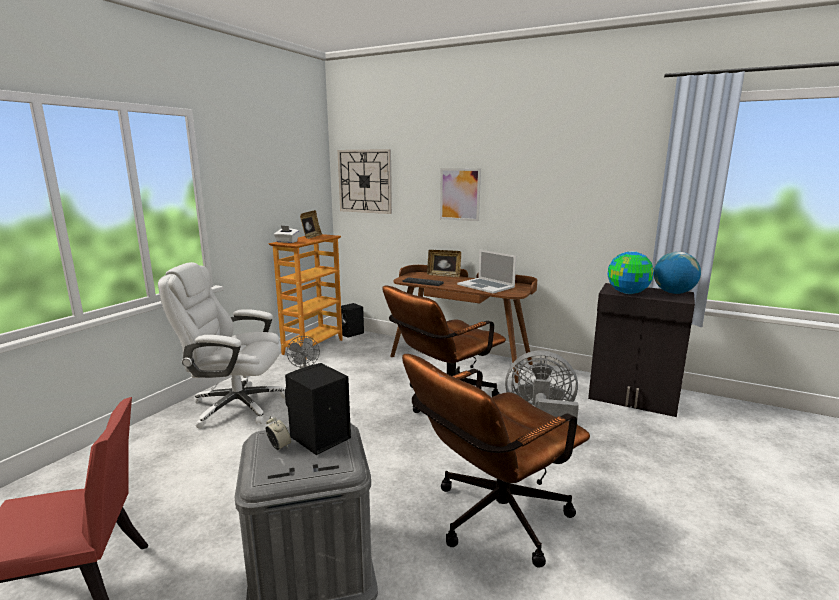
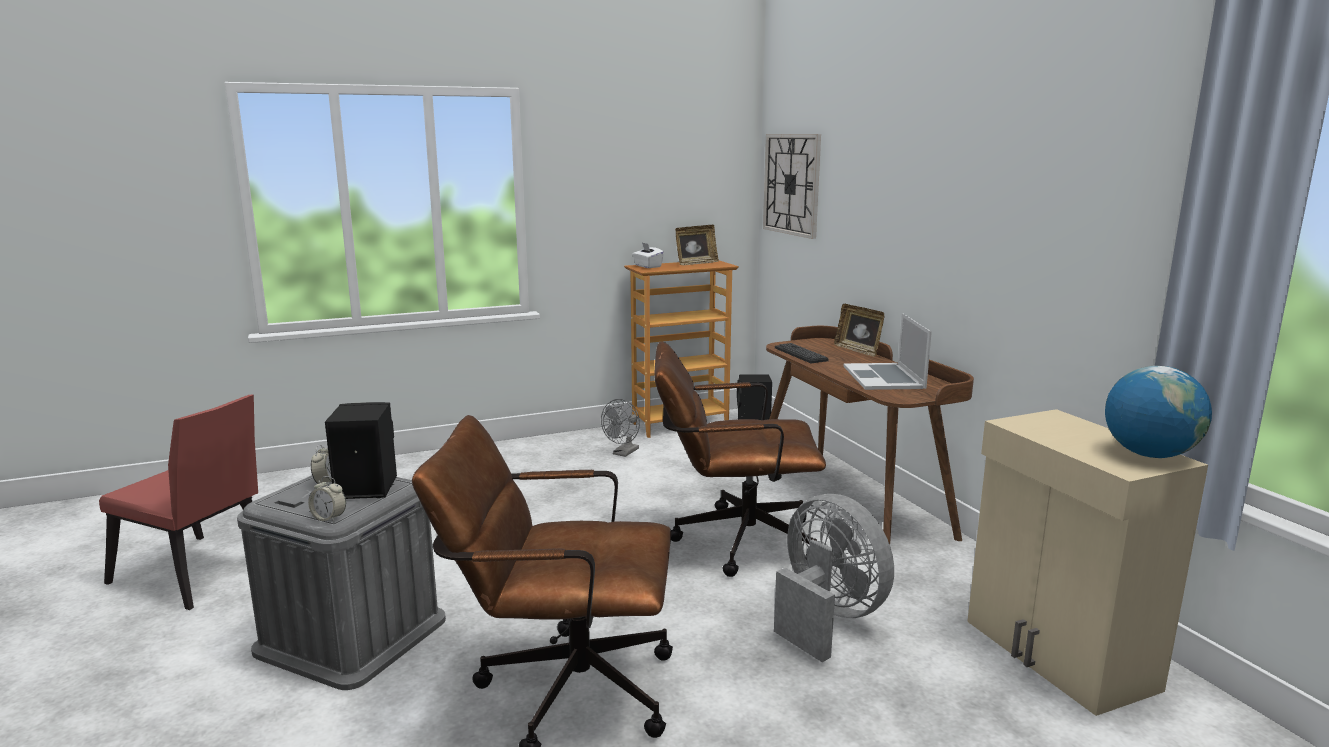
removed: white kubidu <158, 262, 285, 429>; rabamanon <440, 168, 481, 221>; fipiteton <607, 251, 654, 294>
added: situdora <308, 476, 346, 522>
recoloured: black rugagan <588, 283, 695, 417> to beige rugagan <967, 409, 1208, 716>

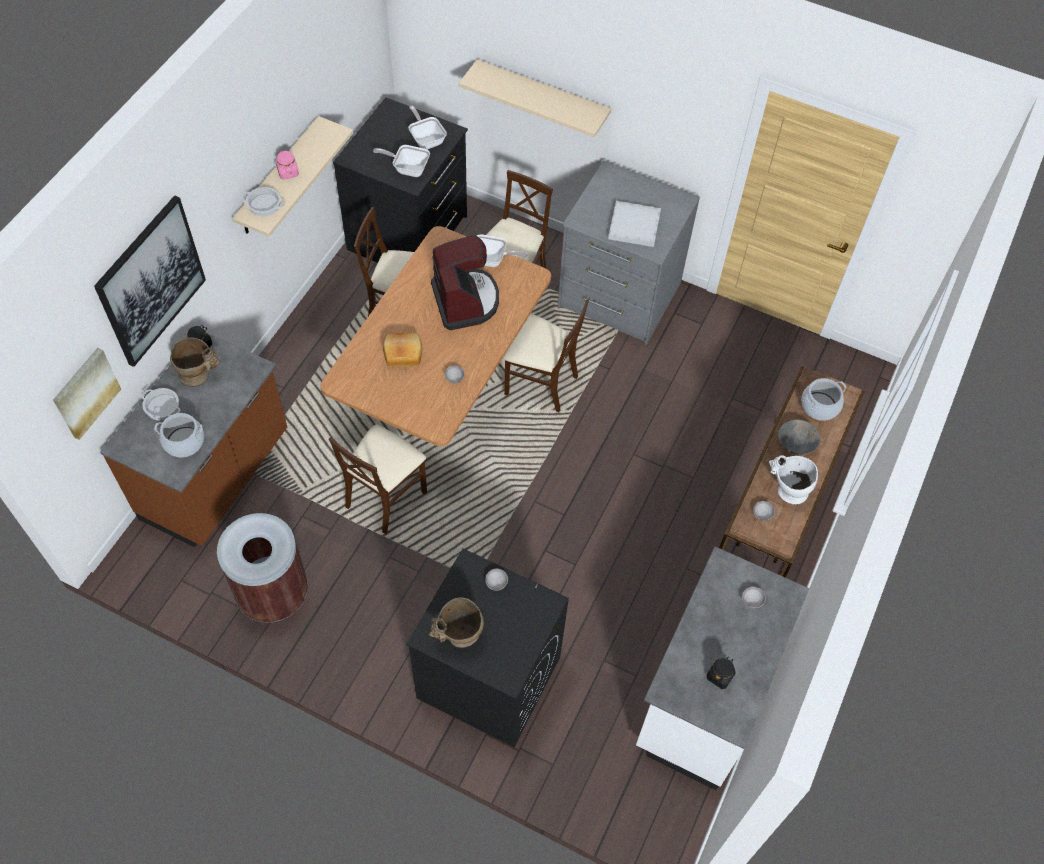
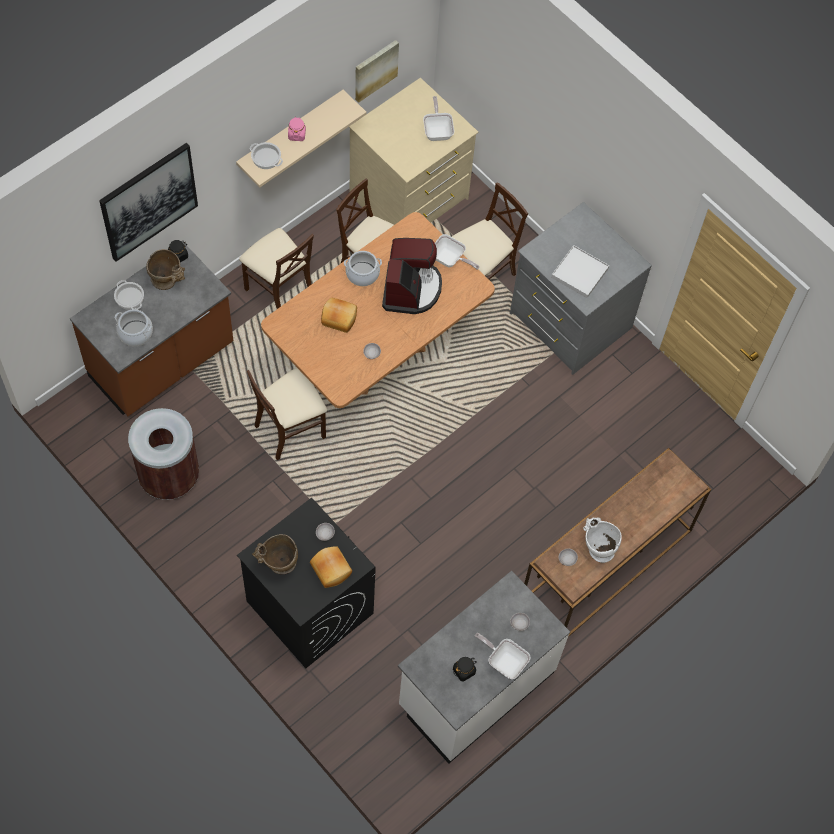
removed: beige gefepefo <459, 59, 611, 137>; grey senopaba <778, 419, 821, 455>
added: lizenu <310, 546, 352, 588>
moved: rabamanon <53, 348, 121, 440> to <355, 40, 399, 103>; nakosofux <373, 145, 430, 177> to <475, 633, 530, 679>; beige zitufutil <503, 299, 589, 412> to <239, 228, 314, 309>; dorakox <801, 378, 847, 421> to <344, 251, 382, 286>
recoloured: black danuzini <333, 97, 468, 263> to beige danuzini <349, 78, 478, 225>

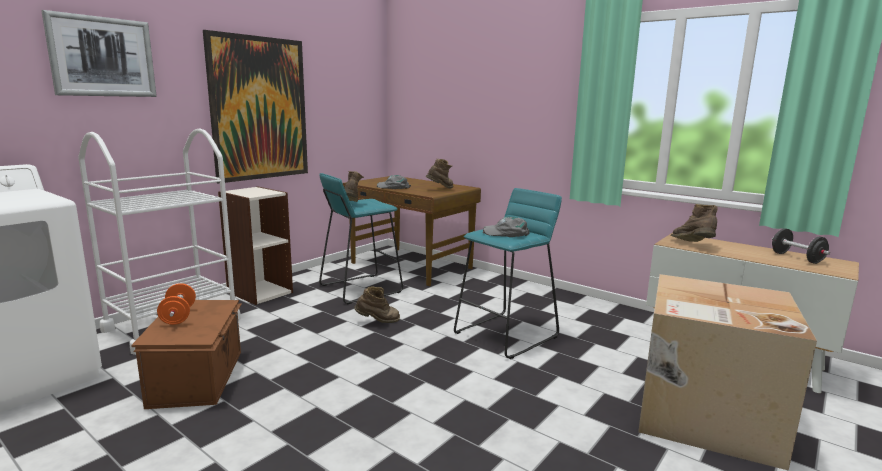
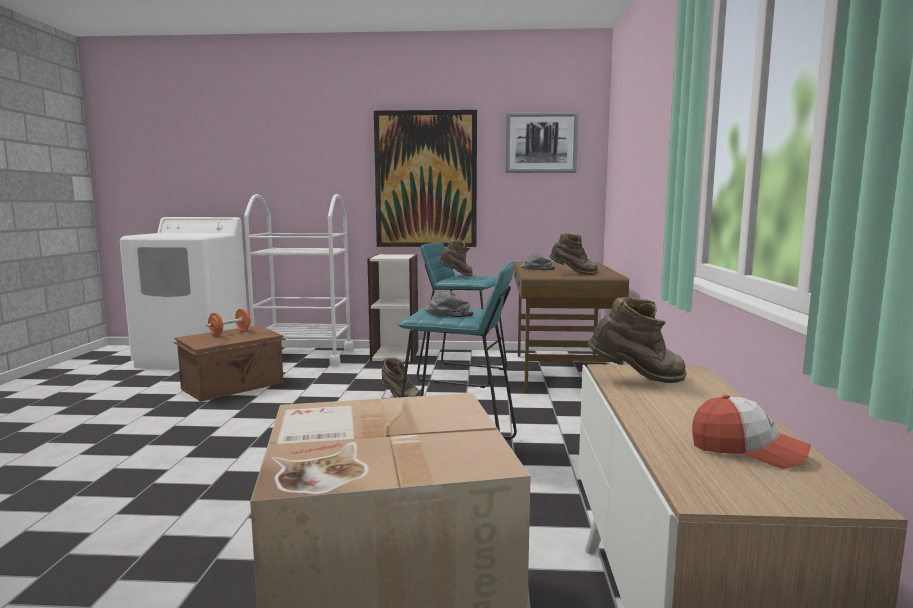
moved: rabamanon <41, 10, 157, 97> to <506, 112, 579, 173>
replaced: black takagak <772, 228, 830, 264> to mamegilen <692, 395, 811, 468>
turned: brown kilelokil <671, 204, 718, 242> = <587, 297, 687, 383> 45 degrees clockwise

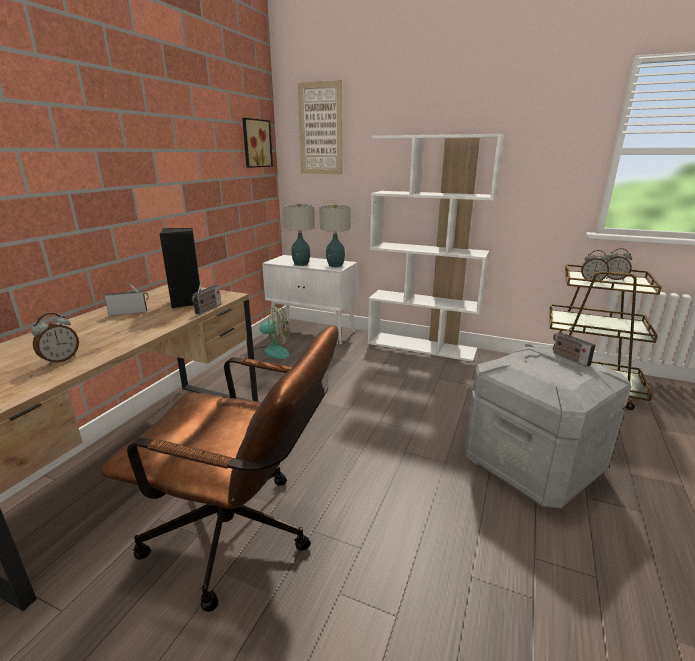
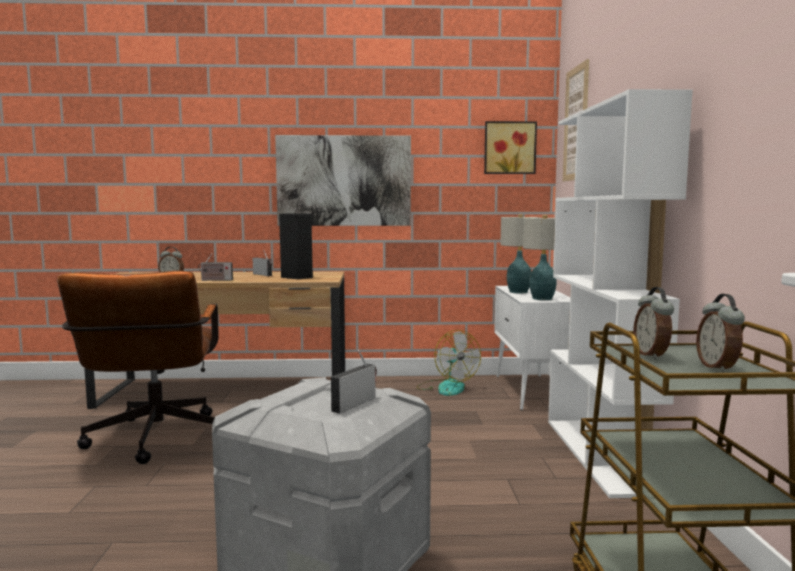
added: rabamanon <275, 135, 411, 226>
moved: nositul <192, 280, 222, 314> to <198, 253, 233, 281>

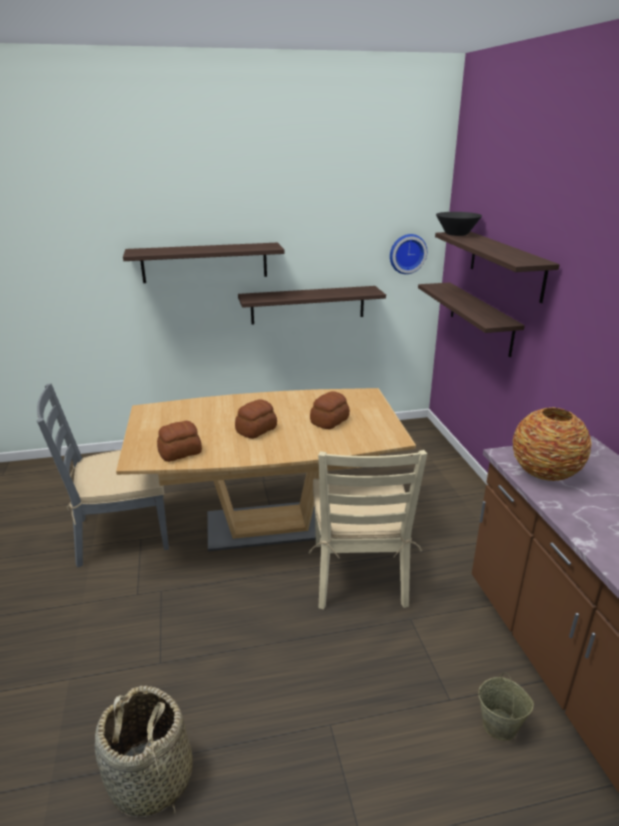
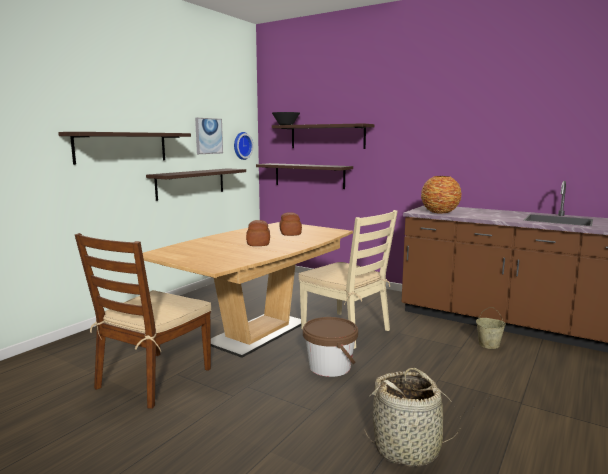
removed: lizenu <157, 421, 202, 462>
added: rabamanon <195, 118, 223, 154>; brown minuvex <303, 317, 358, 377>
recoloured: grey zitufutil <37, 383, 169, 568> to brown zitufutil <75, 233, 211, 409>

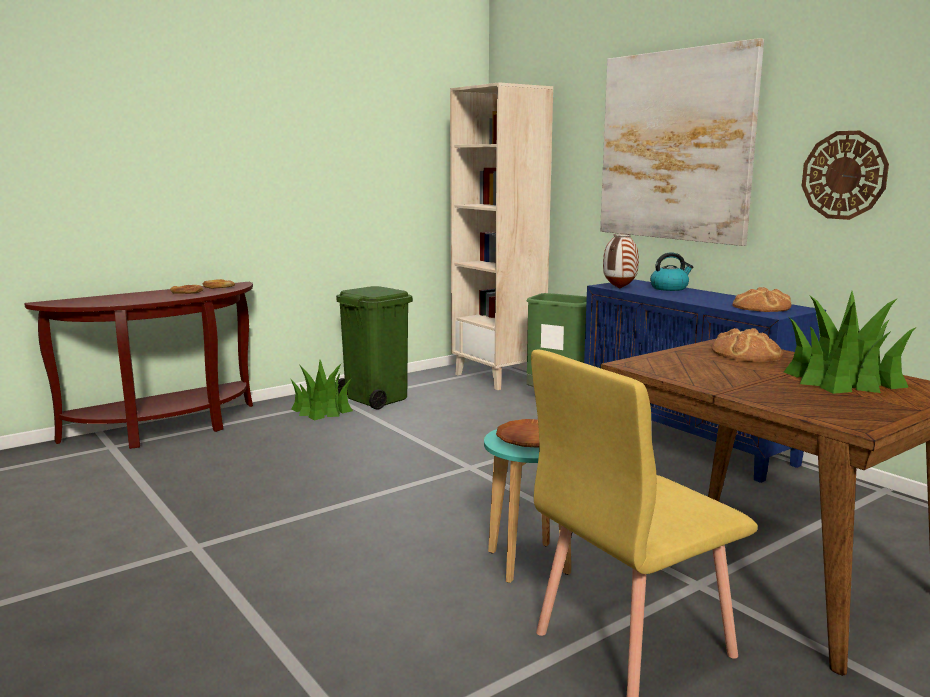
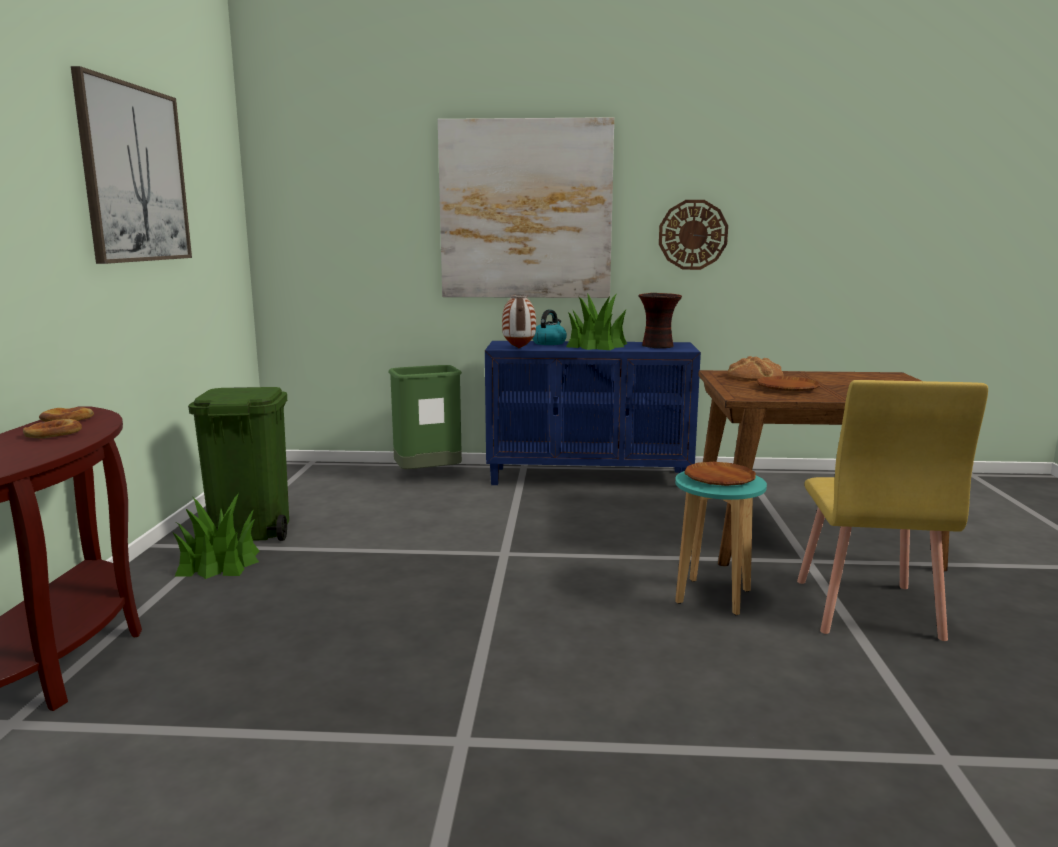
removed: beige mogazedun <450, 82, 553, 390>
added: rabamanon <71, 66, 192, 264>; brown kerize <756, 376, 821, 391>
moved: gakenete <784, 291, 915, 394> to <566, 293, 627, 350>
replaced: lizenu <732, 287, 791, 312> to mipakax <639, 293, 682, 348>

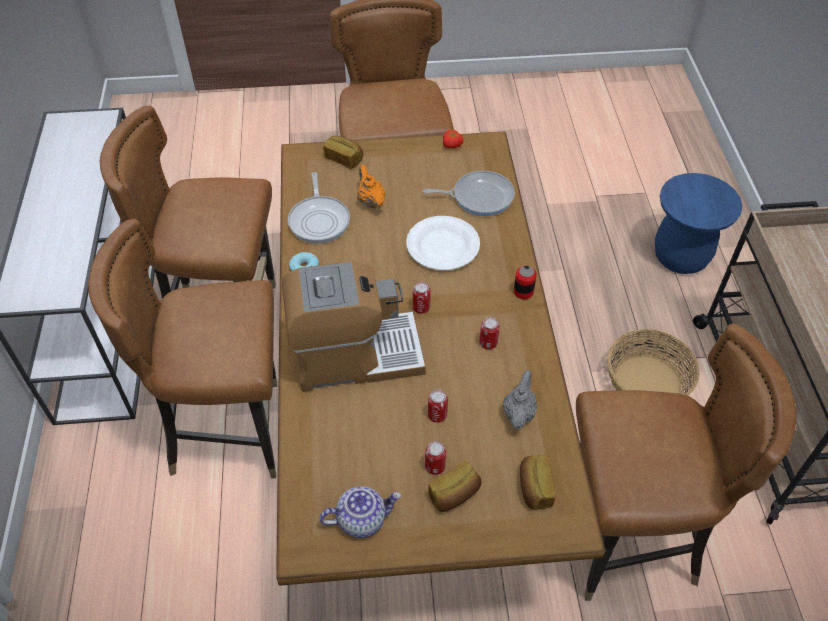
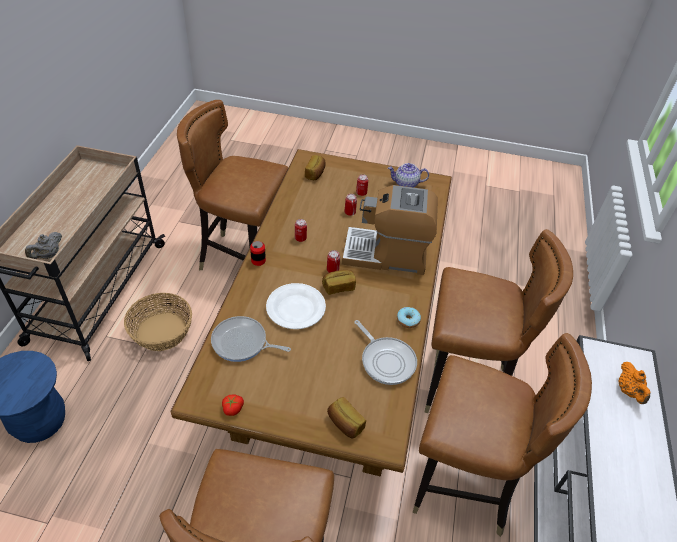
moved: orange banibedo <357, 165, 385, 208> to <619, 362, 651, 404>; lizenu <428, 462, 482, 512> to <322, 270, 356, 295>; grey banibedo <503, 370, 537, 430> to <25, 232, 62, 259>
turned: nakosofux <288, 172, 350, 244> = <354, 320, 417, 385> 135 degrees clockwise

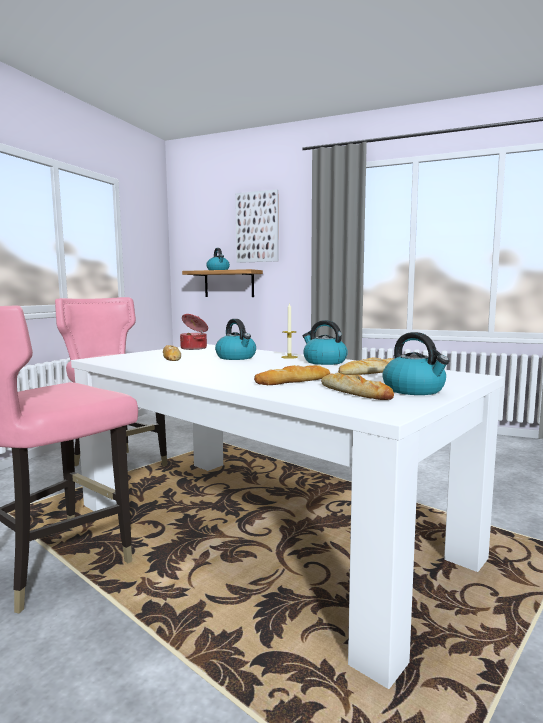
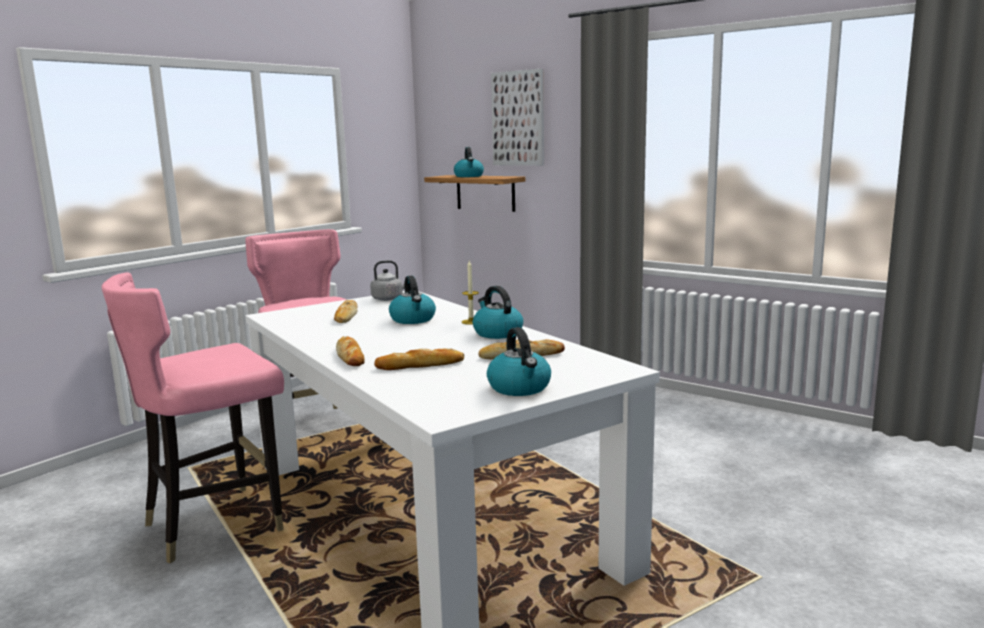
moved: lizenu <321, 373, 394, 400> to <336, 336, 365, 366>
replaced: dorakox <180, 314, 208, 350> to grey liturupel <370, 260, 405, 301>

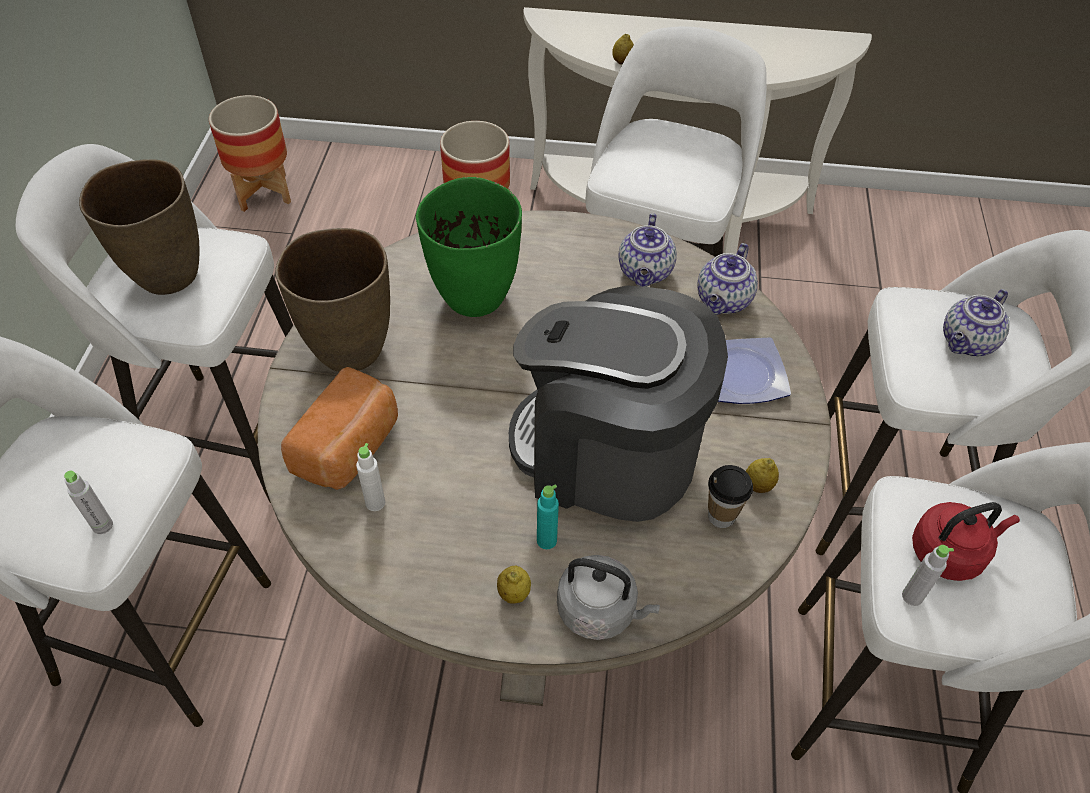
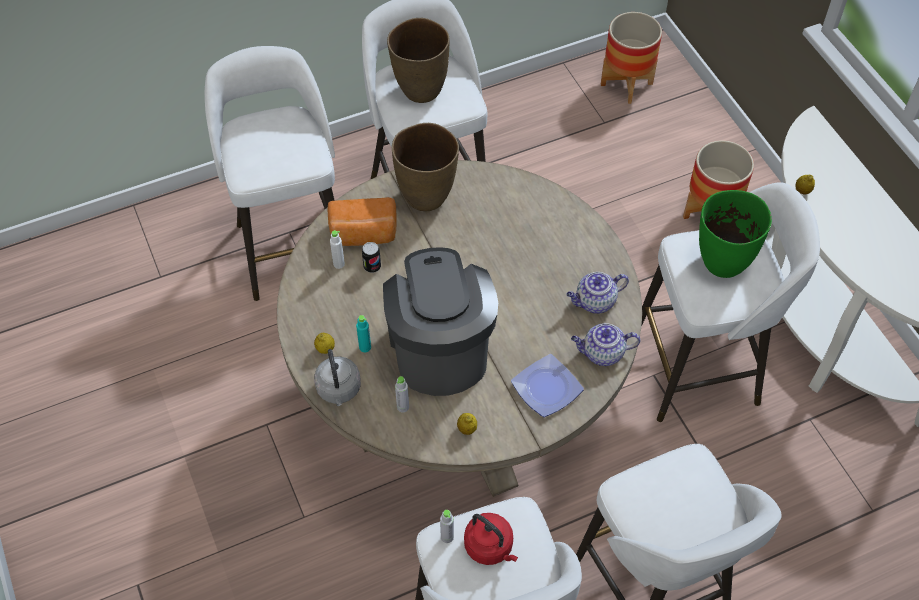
removed: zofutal <708, 465, 753, 528>; banibedo <943, 289, 1010, 356>
added: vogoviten <362, 242, 381, 273>
moved: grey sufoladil <64, 471, 113, 534> to <395, 376, 409, 413>; green mipakax <416, 177, 522, 317> to <699, 190, 772, 278>

